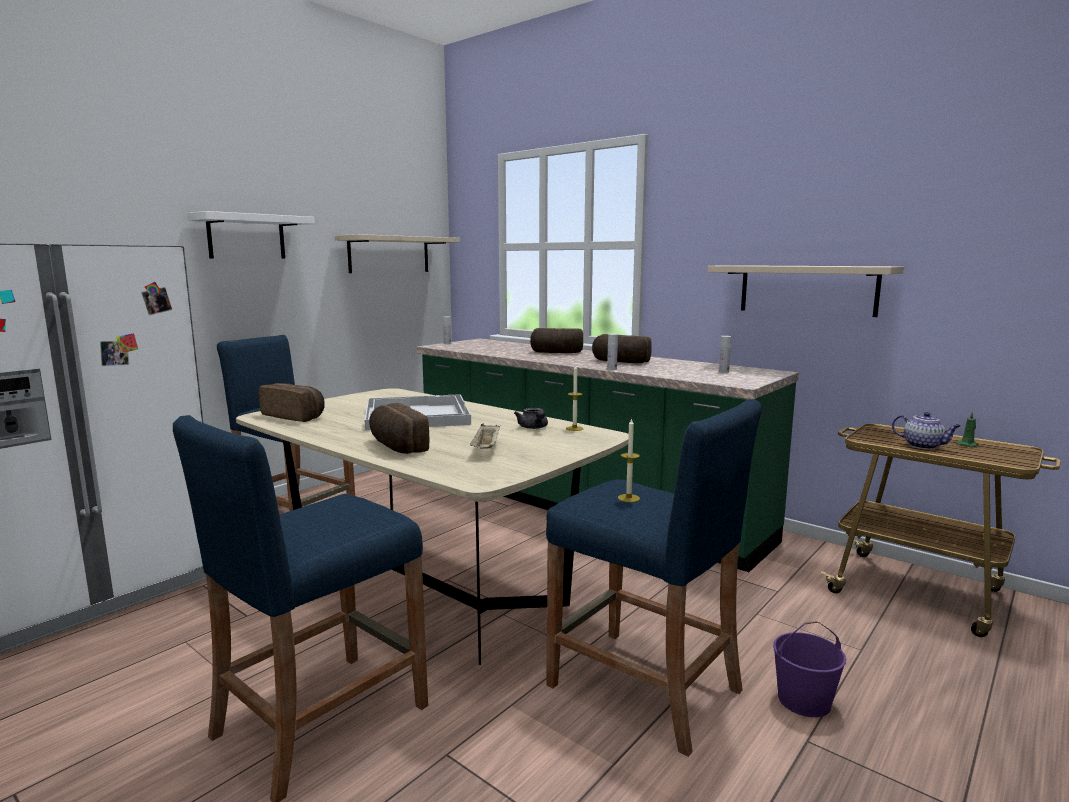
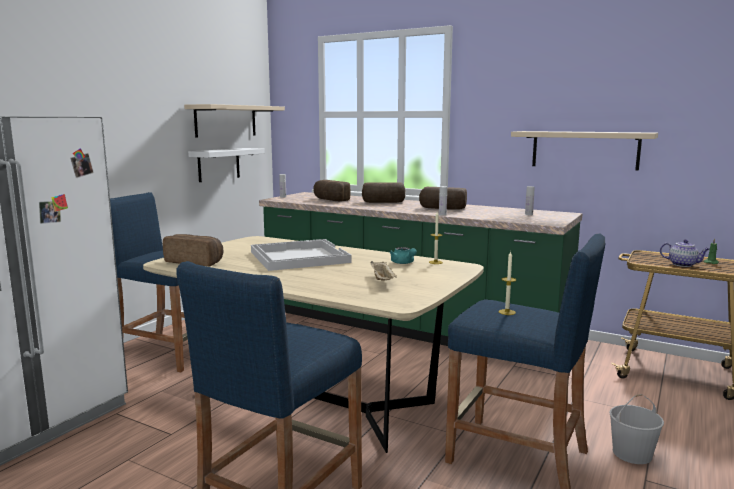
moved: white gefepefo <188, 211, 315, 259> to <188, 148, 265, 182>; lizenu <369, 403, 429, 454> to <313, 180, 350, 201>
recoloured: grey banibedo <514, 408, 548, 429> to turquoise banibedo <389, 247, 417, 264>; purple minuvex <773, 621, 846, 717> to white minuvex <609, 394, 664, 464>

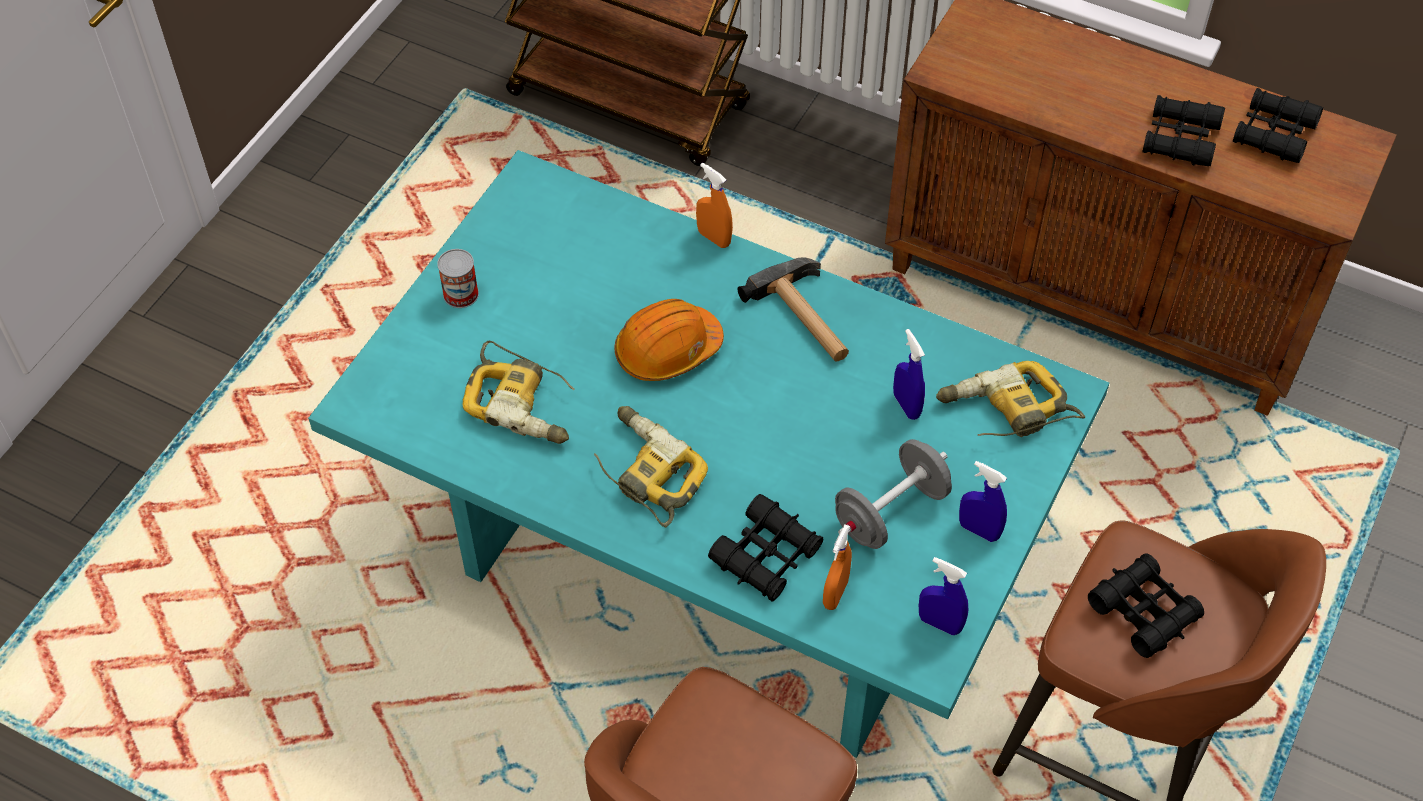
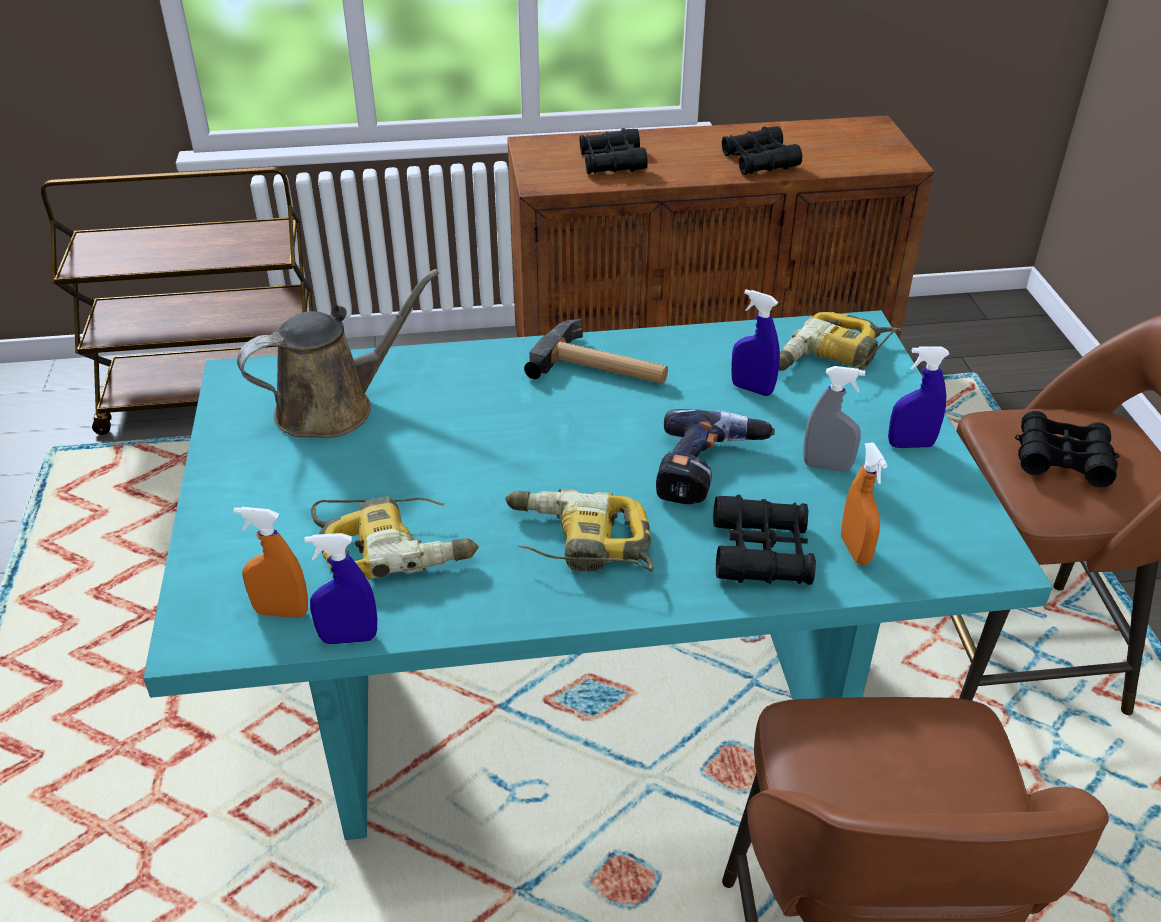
removed: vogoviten <437, 249, 479, 308>; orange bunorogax <615, 299, 724, 381>
added: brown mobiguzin <237, 269, 439, 438>; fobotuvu <656, 409, 775, 504>
moved: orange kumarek <696, 163, 733, 248> to <233, 507, 308, 618>; blue kumarek <919, 557, 968, 635> to <305, 533, 377, 644>; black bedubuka <1233, 88, 1323, 163> to <580, 128, 648, 174>
replaced: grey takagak <835, 439, 952, 549> to grey kumarek <803, 366, 866, 472>

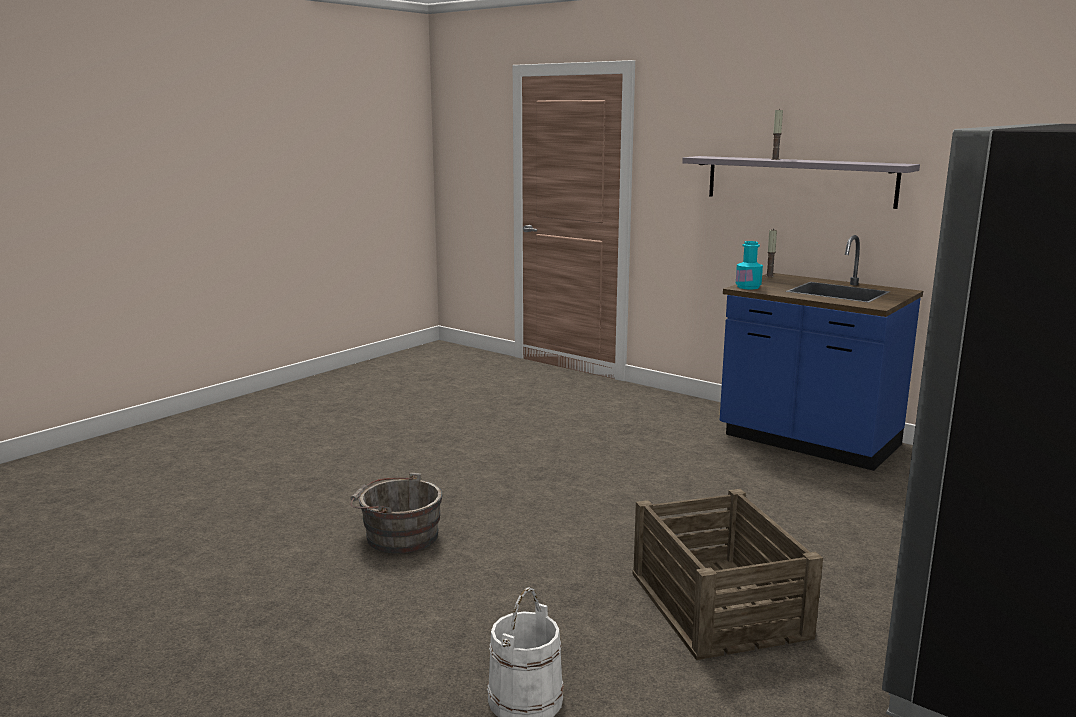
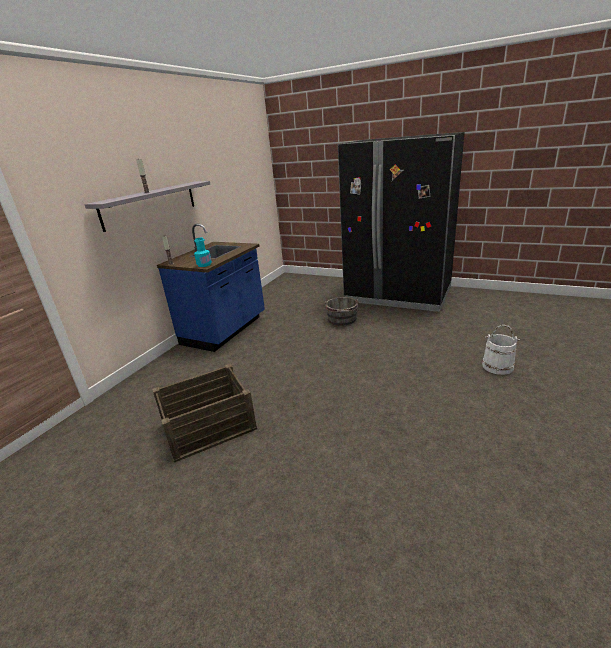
moved: grey minuvex <350, 472, 443, 553> to <325, 297, 359, 326>; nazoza <632, 489, 823, 660> to <152, 364, 257, 463>

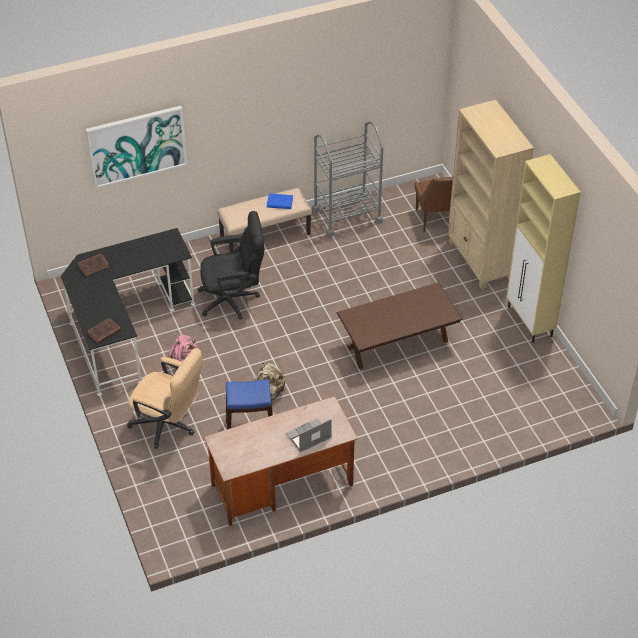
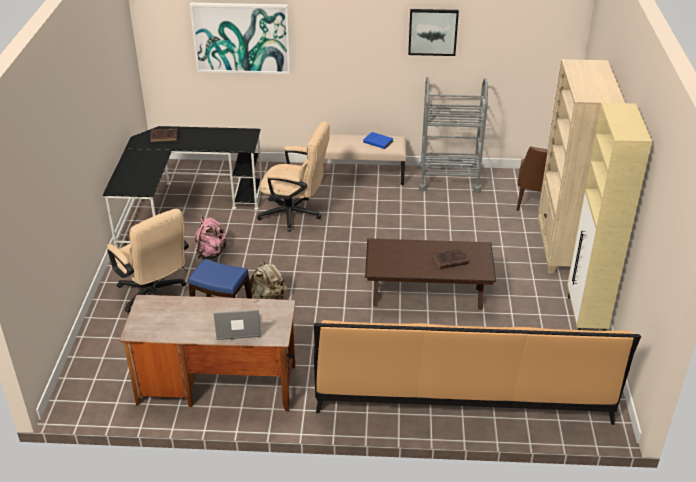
added: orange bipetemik <314, 320, 641, 425>; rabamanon <408, 9, 459, 56>
moved: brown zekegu <87, 318, 121, 344> to <433, 249, 468, 269>
recoloured: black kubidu <198, 211, 264, 320> to beige kubidu <257, 121, 330, 232>

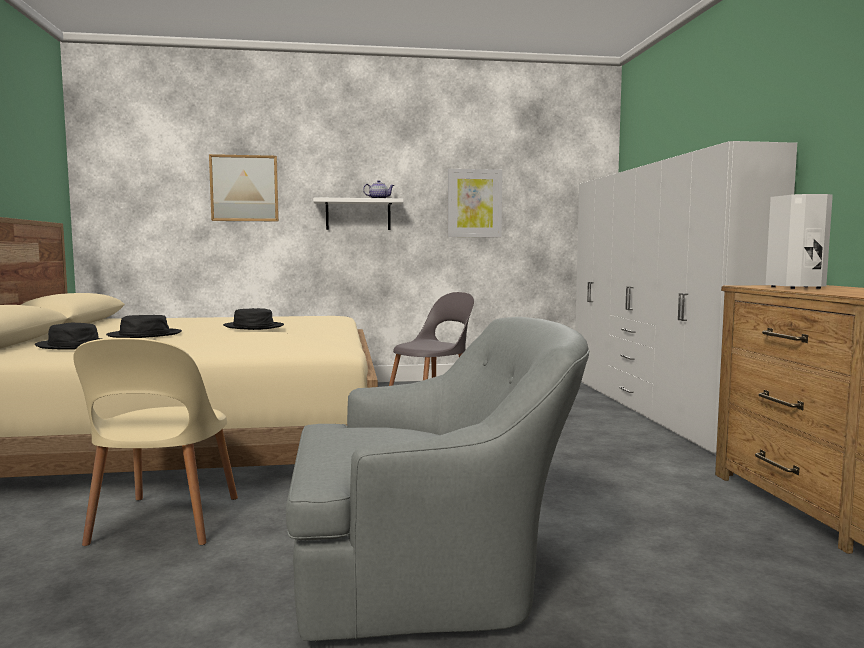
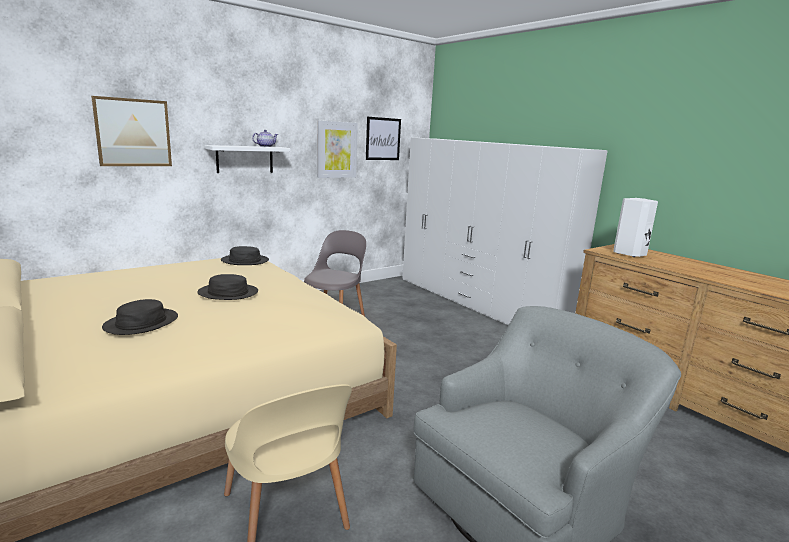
added: rabamanon <366, 117, 401, 160>
moved: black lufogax <35, 323, 102, 350> to <221, 246, 269, 265>

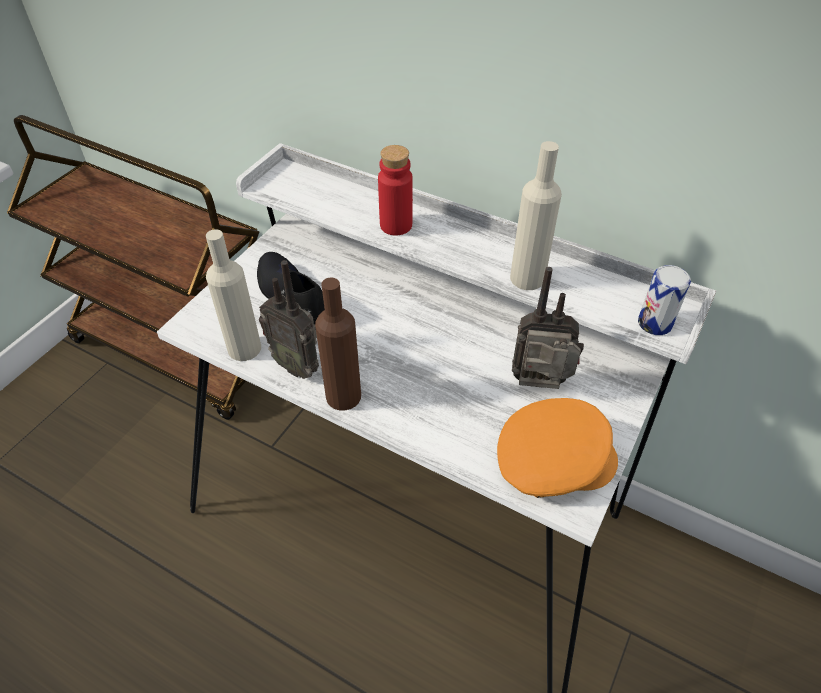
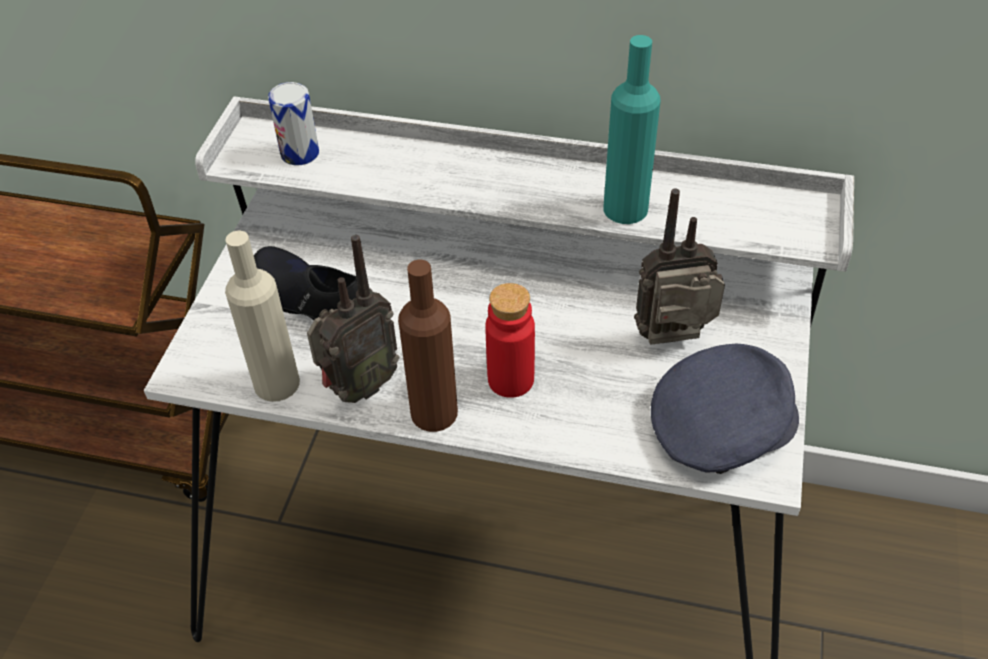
moved: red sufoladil <378, 145, 413, 235> to <485, 283, 535, 398>; vogoviten <638, 265, 691, 335> to <268, 82, 319, 165>
recoloured: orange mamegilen <497, 398, 618, 498> to grey mamegilen <651, 344, 799, 474>; beige sufoladil <510, 141, 562, 290> to turquoise sufoladil <603, 35, 660, 224>
turned: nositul <259, 260, 319, 379> = <307, 235, 399, 403> 60 degrees counterclockwise

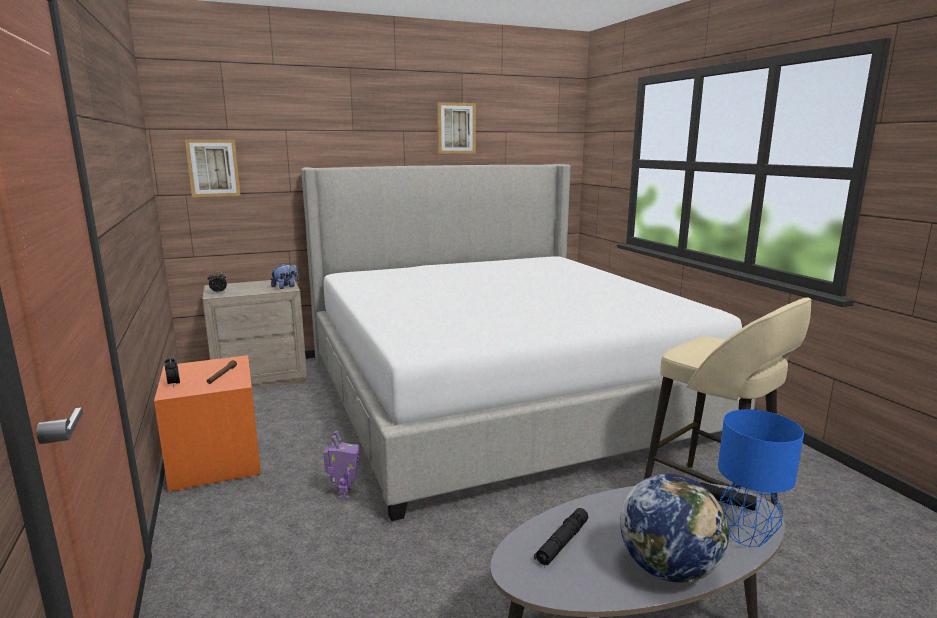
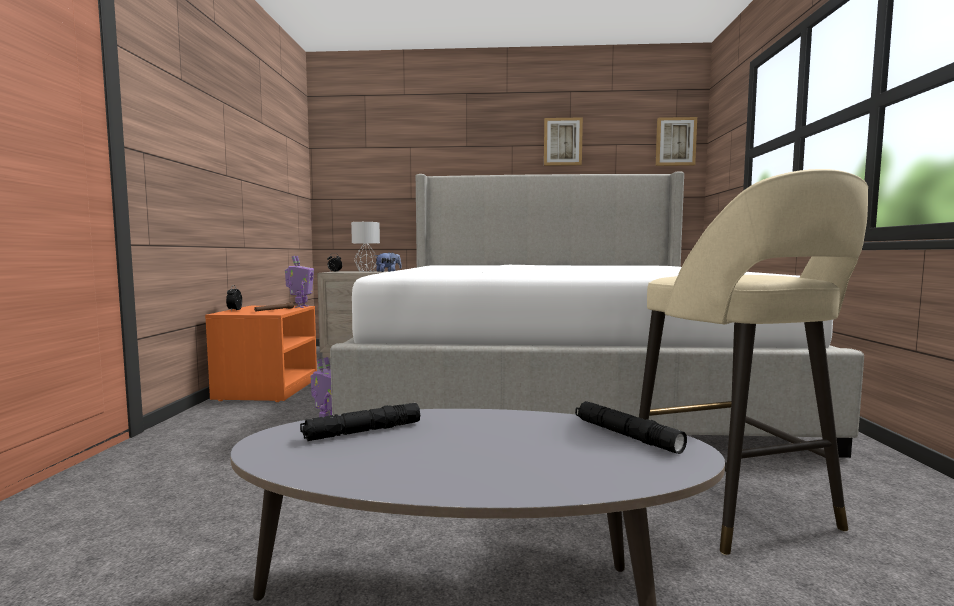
removed: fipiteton <620, 474, 729, 583>; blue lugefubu <718, 409, 804, 547>
added: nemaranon <285, 256, 314, 308>; grey lugefubu <351, 222, 380, 272>
moved: rabamanon <185, 139, 241, 197> to <656, 117, 697, 166>

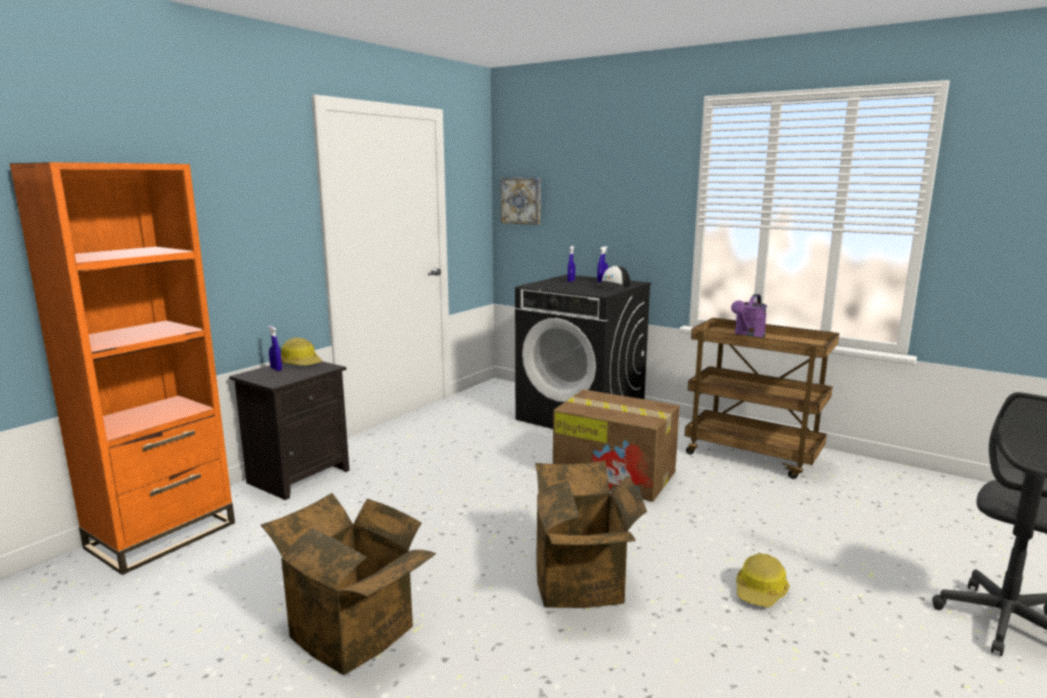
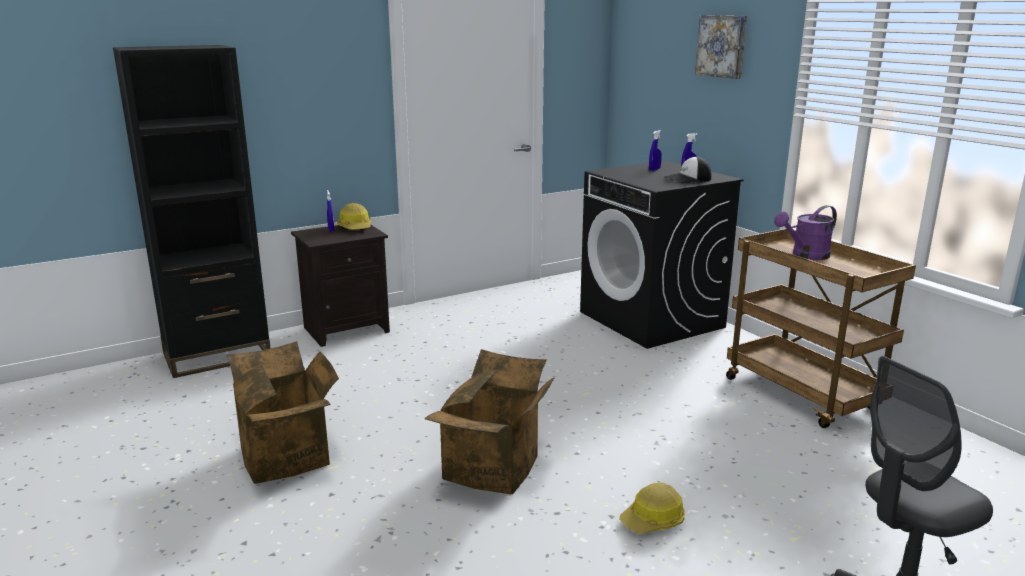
removed: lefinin <553, 389, 680, 502>
moved: rabamanon <500, 177, 541, 225> to <695, 15, 747, 79>
recoloured: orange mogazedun <9, 162, 235, 575> to black mogazedun <113, 45, 271, 378>

